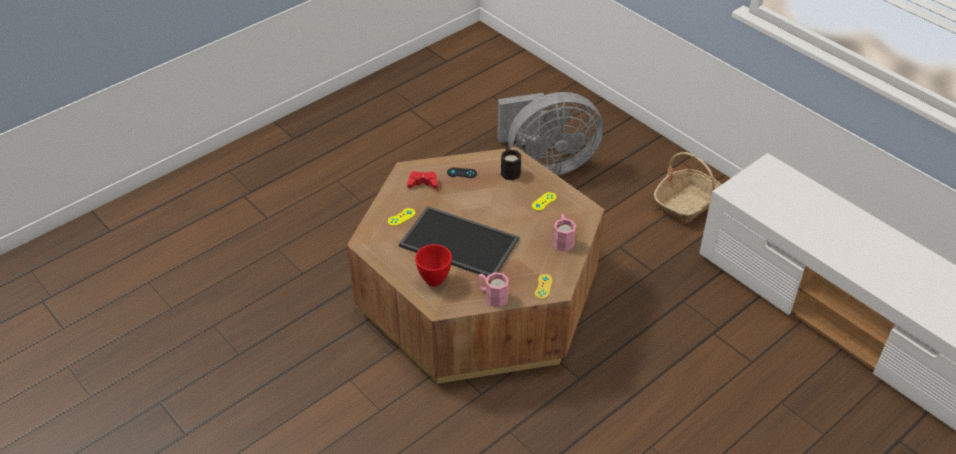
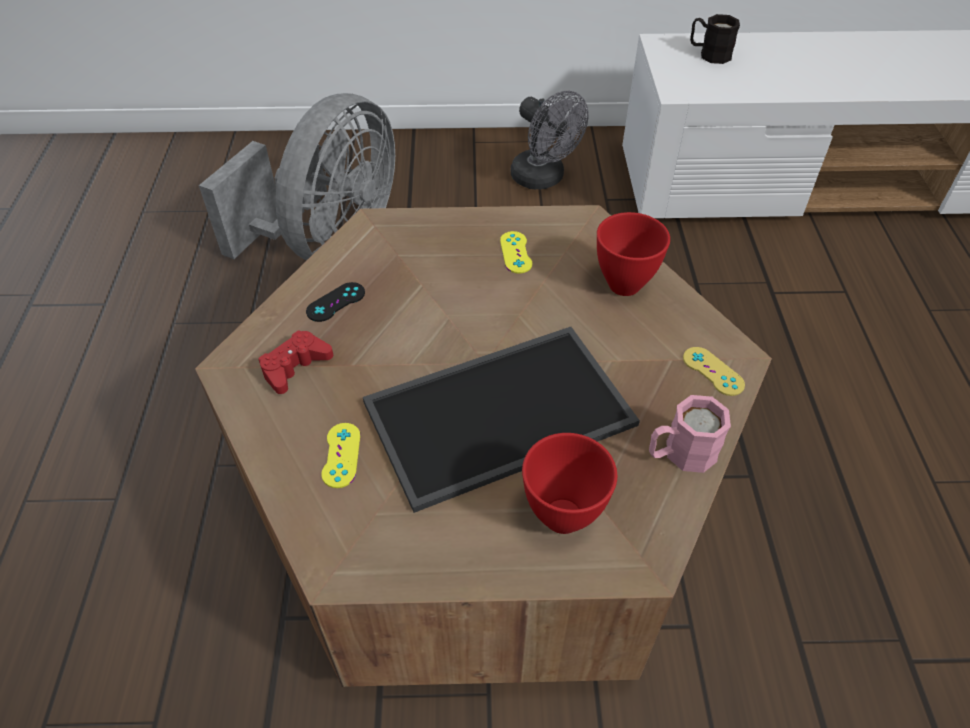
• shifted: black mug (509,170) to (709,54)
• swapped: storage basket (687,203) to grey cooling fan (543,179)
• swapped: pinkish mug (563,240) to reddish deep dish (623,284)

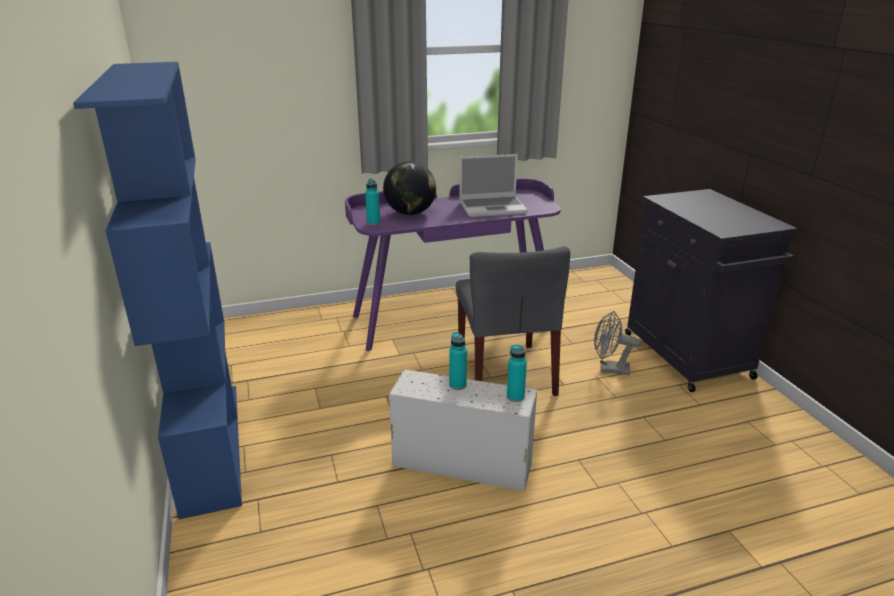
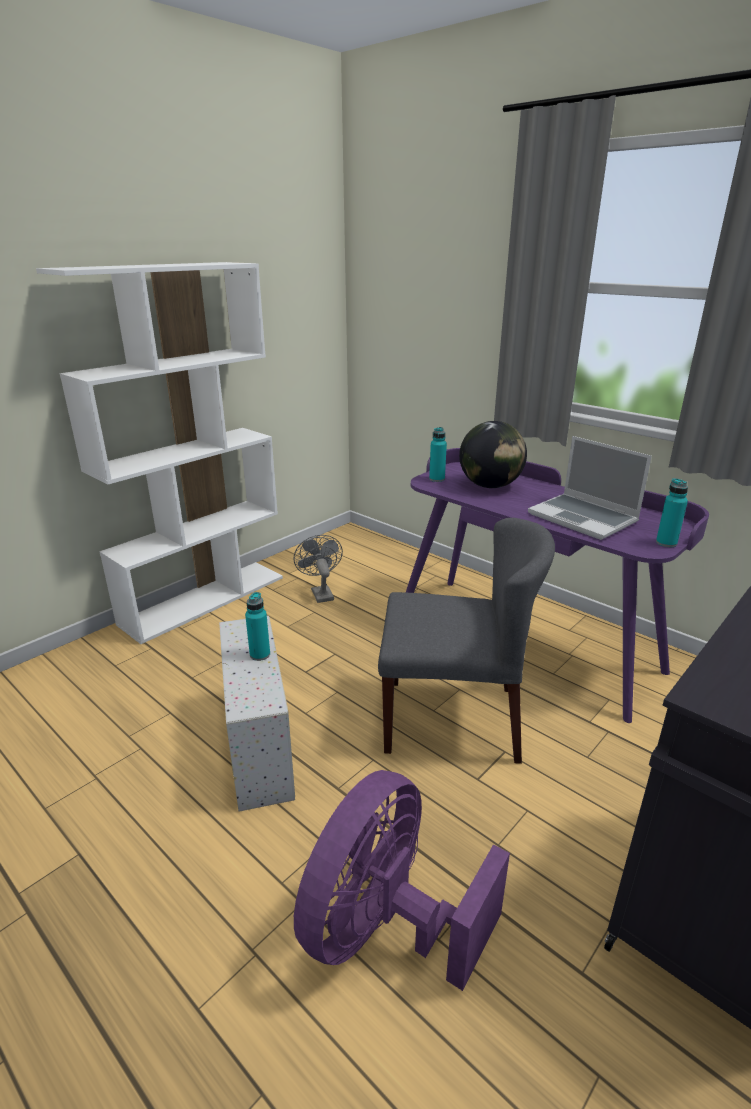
• repainted: bluish bookcase (209,444) to white-coloured bookcase (204,599)
• rotated: grey upright chair (505,373) = (452,719) 135 degrees counterclockwise
• shifted: grey cooling fan (609,369) to (320,593)
• shifted: turquoise bottle (515,397) to (666,543)
• new: purplish cooling fan (387,928)

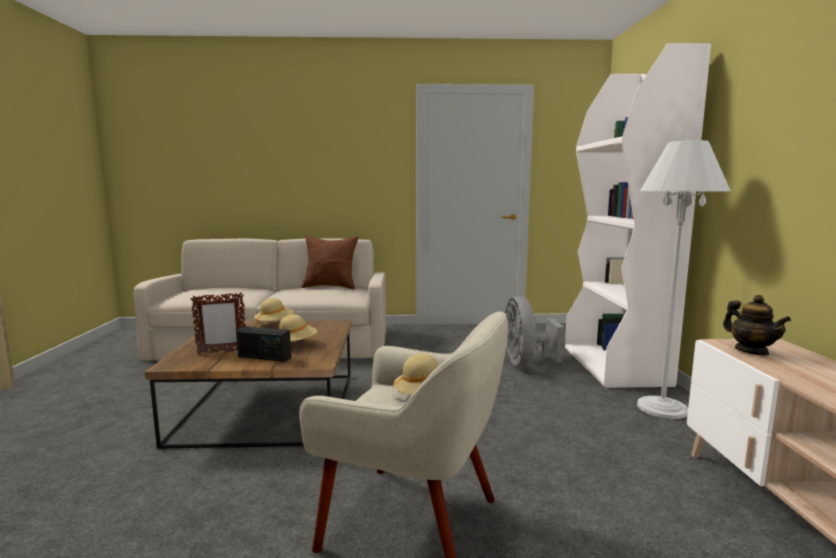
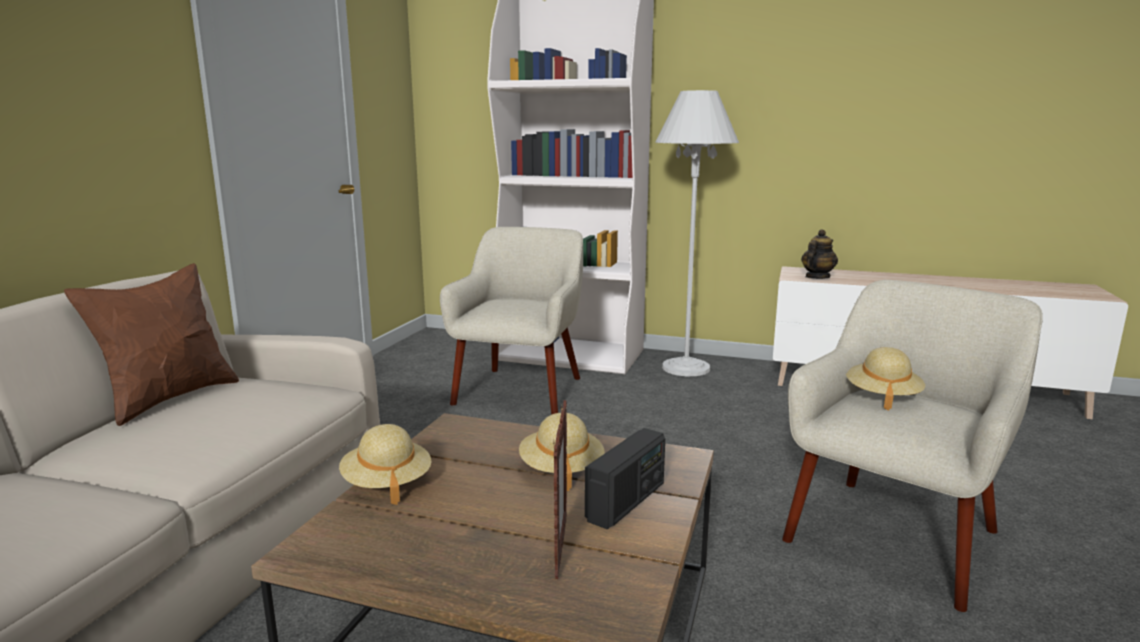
• rotated: tea pot (751,351) = (817,277) 45 degrees counterclockwise
• swapped: grey cooling fan (525,363) to beige-coloured lounge chair (521,390)

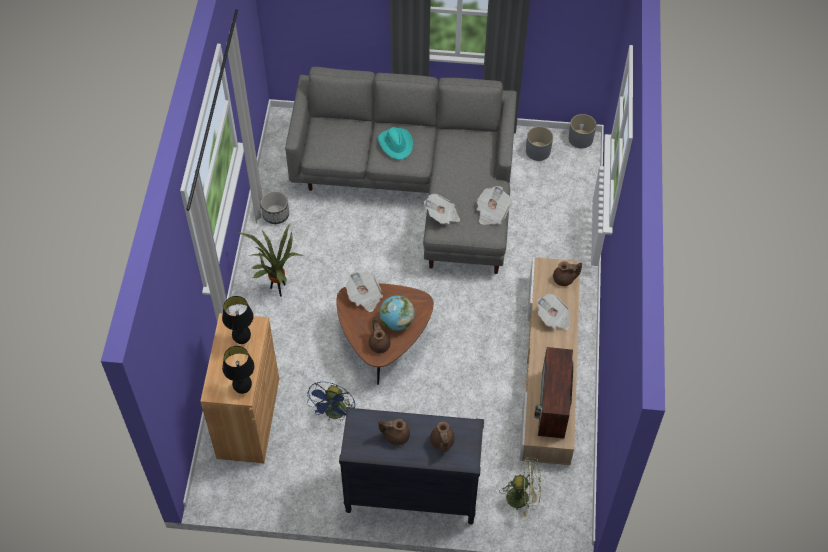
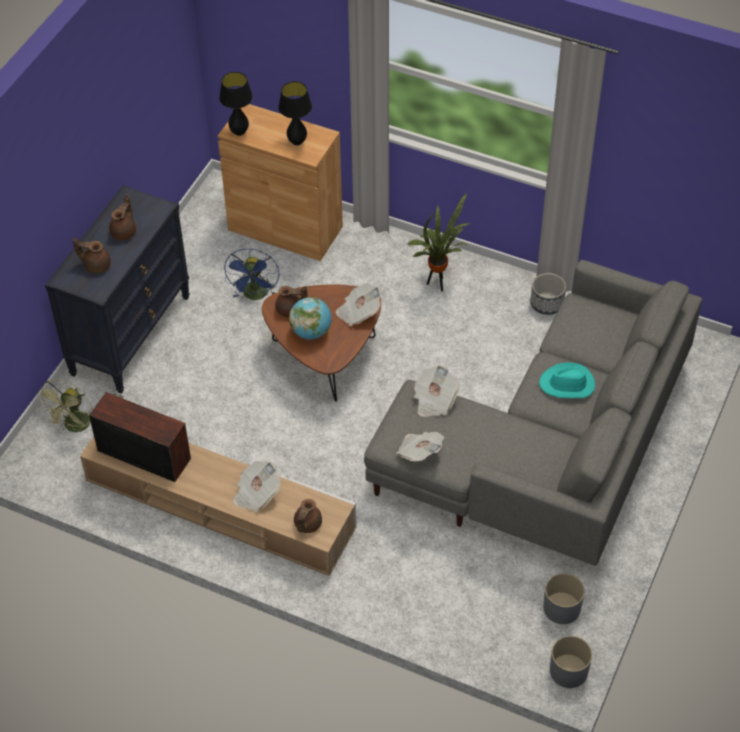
• rotated: bluish cooling fan (334,414) = (255,296) 120 degrees counterclockwise

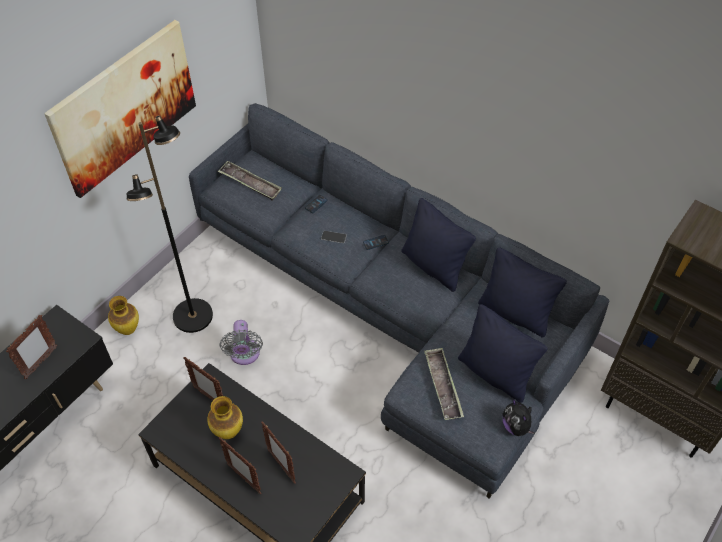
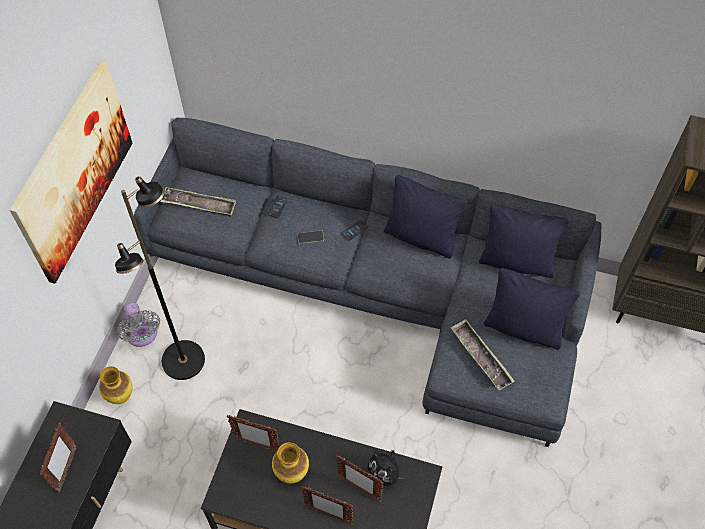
• shifted: grey cooling fan (244,355) to (142,336)
• shifted: plush toy (516,426) to (384,474)

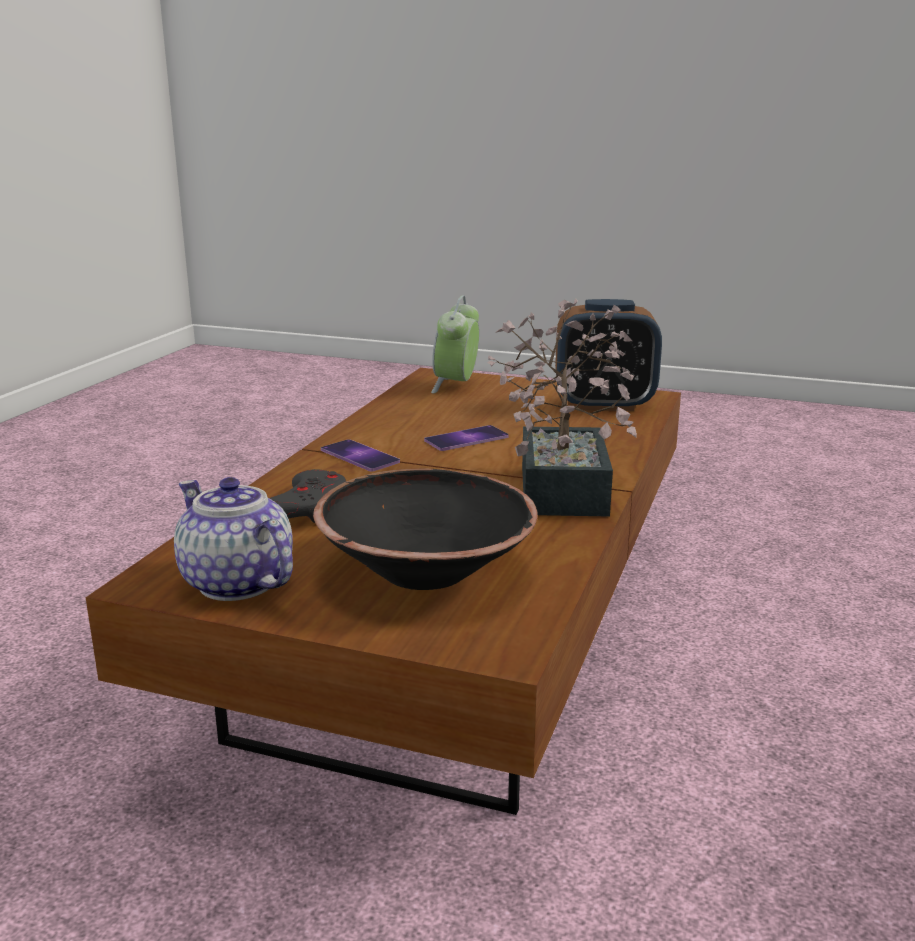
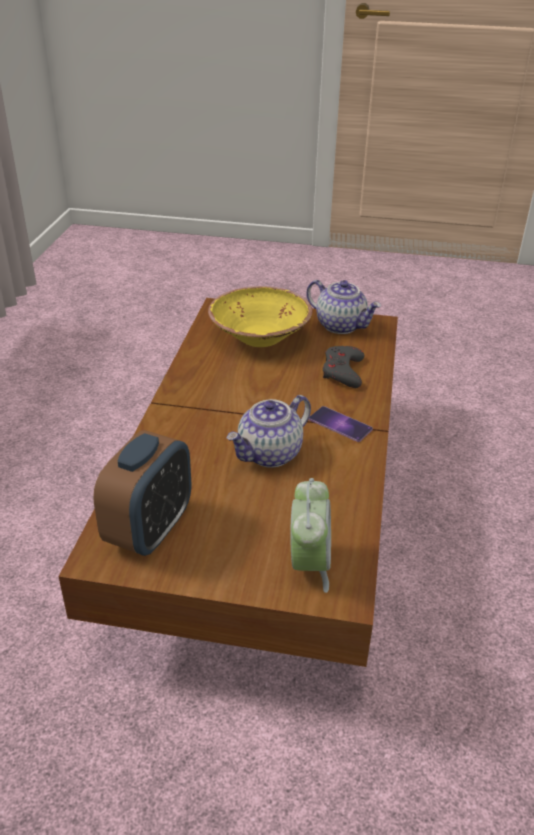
• gone: potted plant (564,484)
• rotated: bedside clock (604,405) = (149,530) 120 degrees clockwise
• swapped: phone (466,439) to tea pot (270,454)
• repainted: black deep dish (425,570) to yellow-coloured deep dish (260,337)

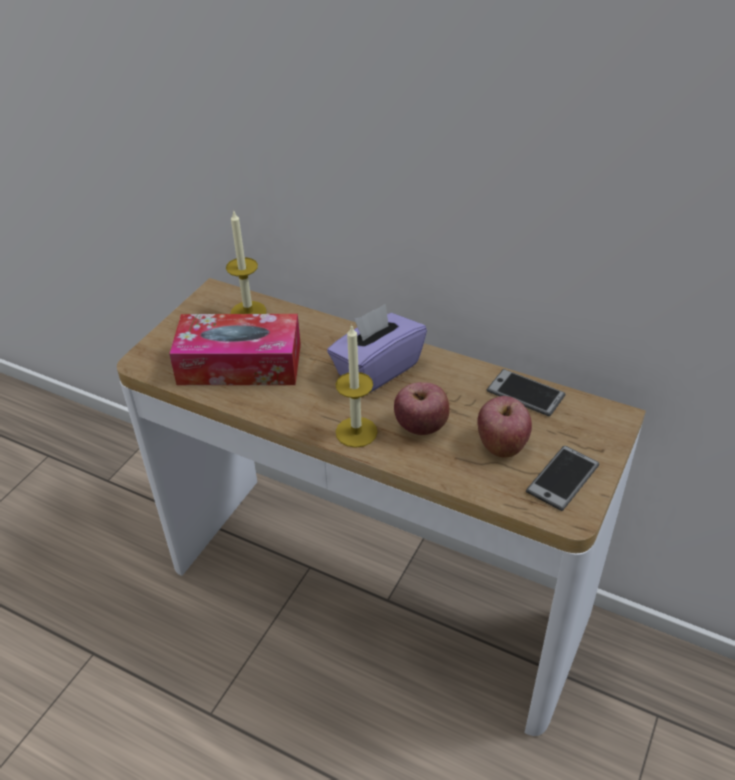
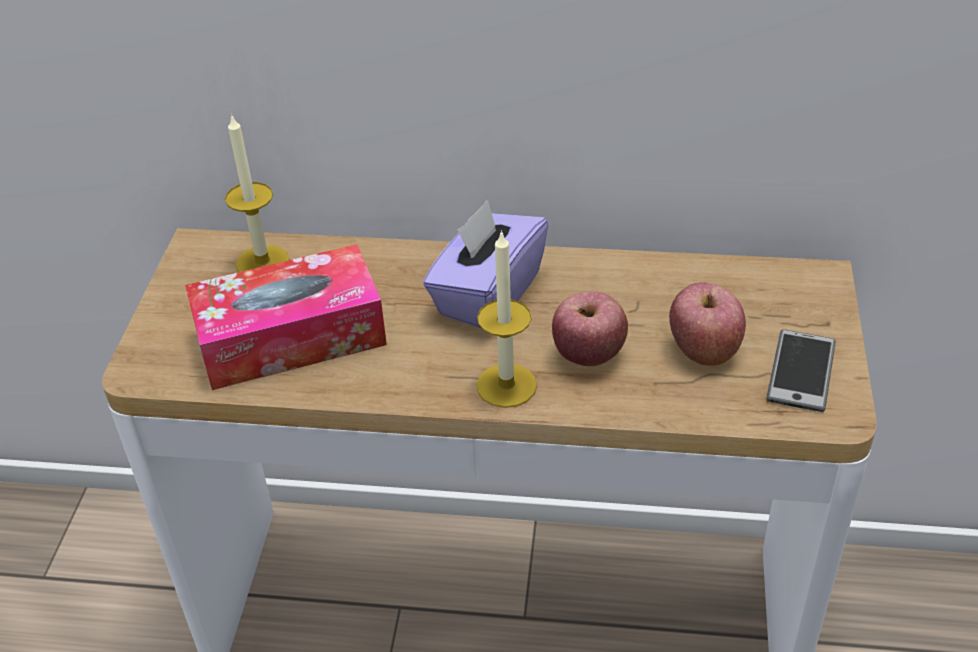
• gone: phone (525,393)

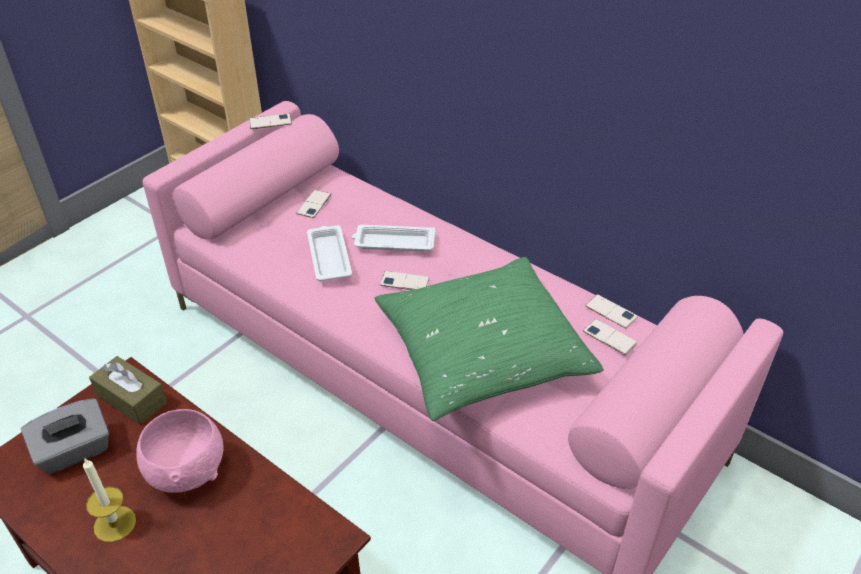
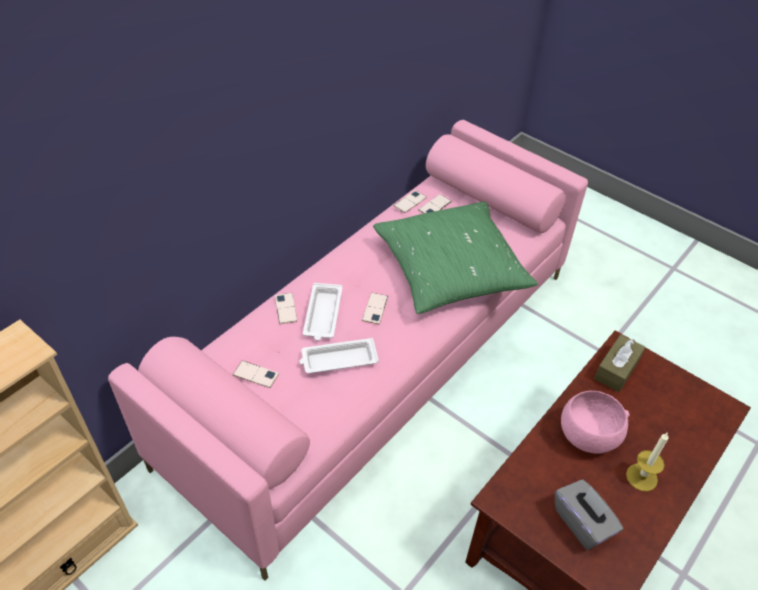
• shifted: phone (270,122) to (286,308)
• shifted: brownish tissue holder (131,399) to (616,369)

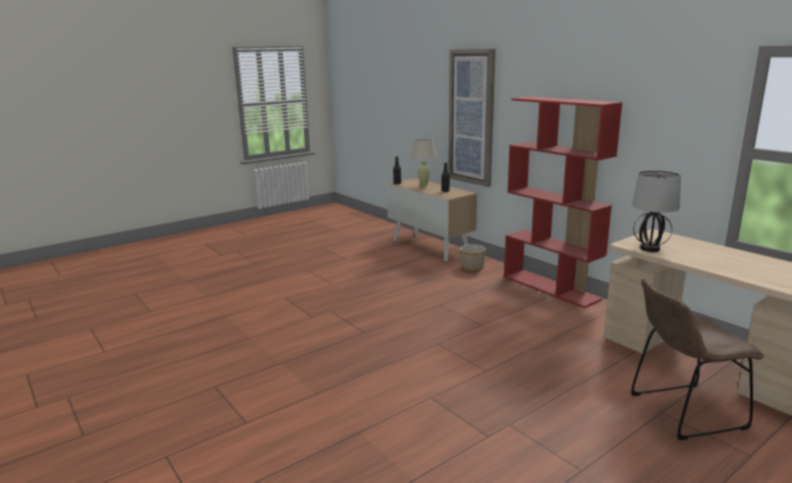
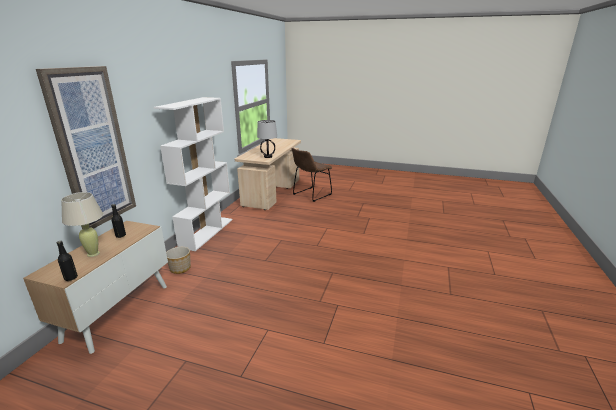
• repainted: reddish bookcase (551,288) to white-coloured bookcase (207,232)
• rotated: brownish upright chair (682,412) = (311,195) 90 degrees clockwise

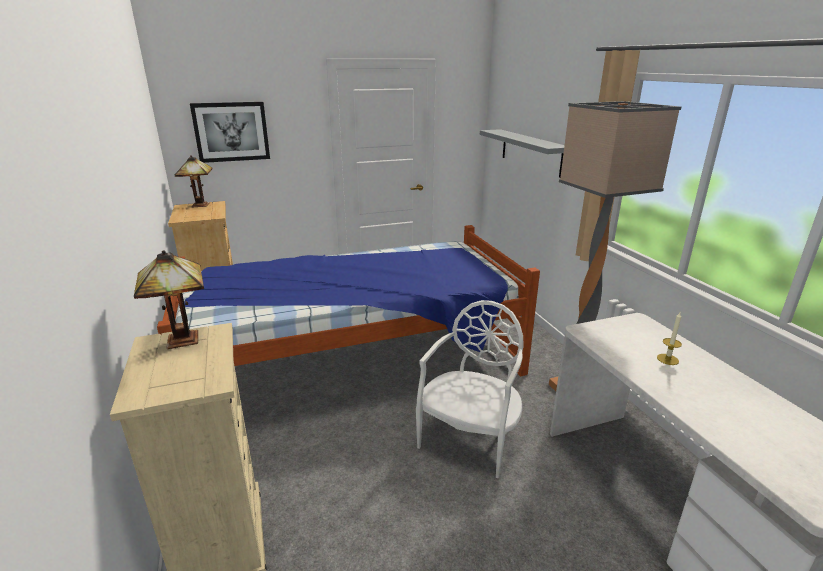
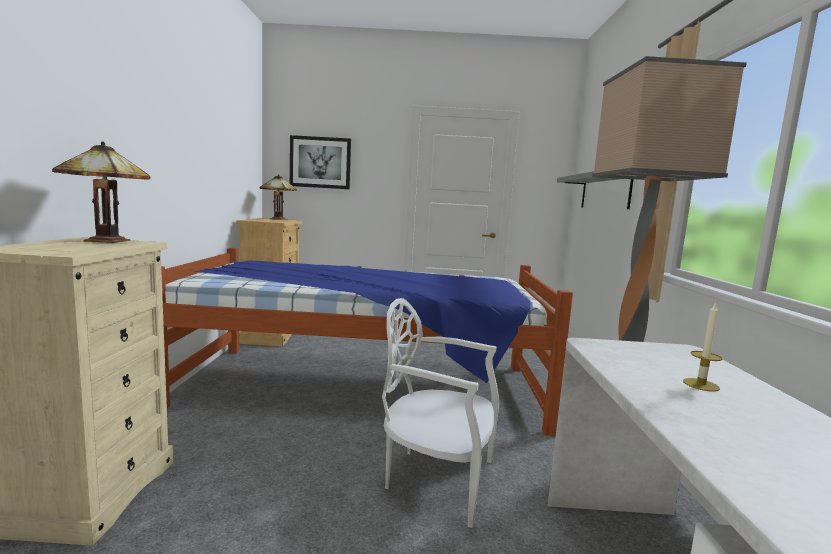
• rotated: white-coloured upright chair (470,439) = (437,479) 120 degrees counterclockwise

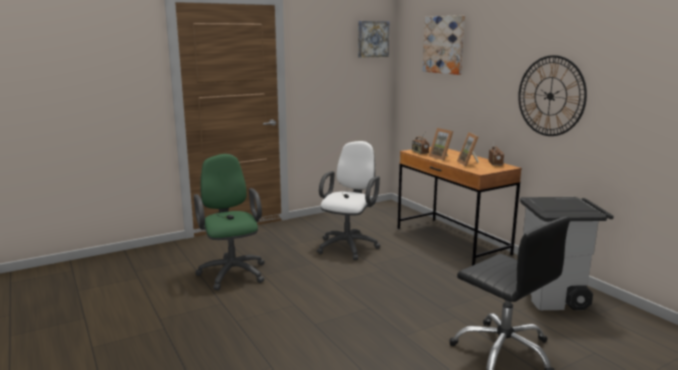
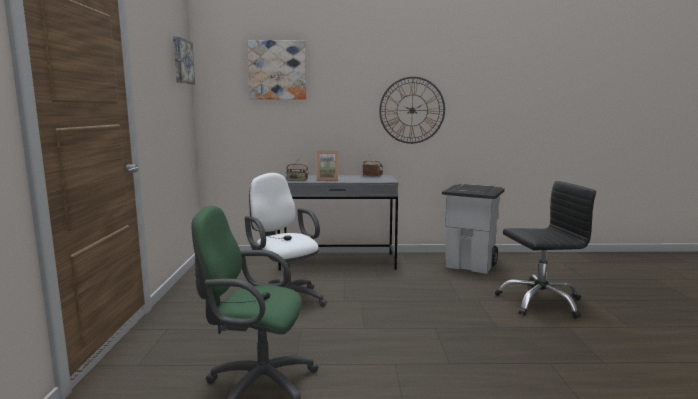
• gone: photo frame (469,163)
• repainted: brownish desk unit (451,241) to grey desk unit (338,261)

